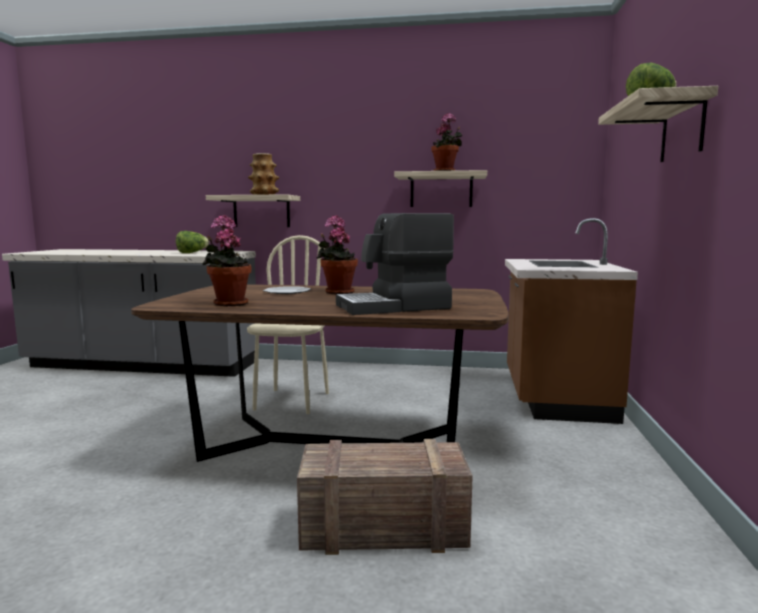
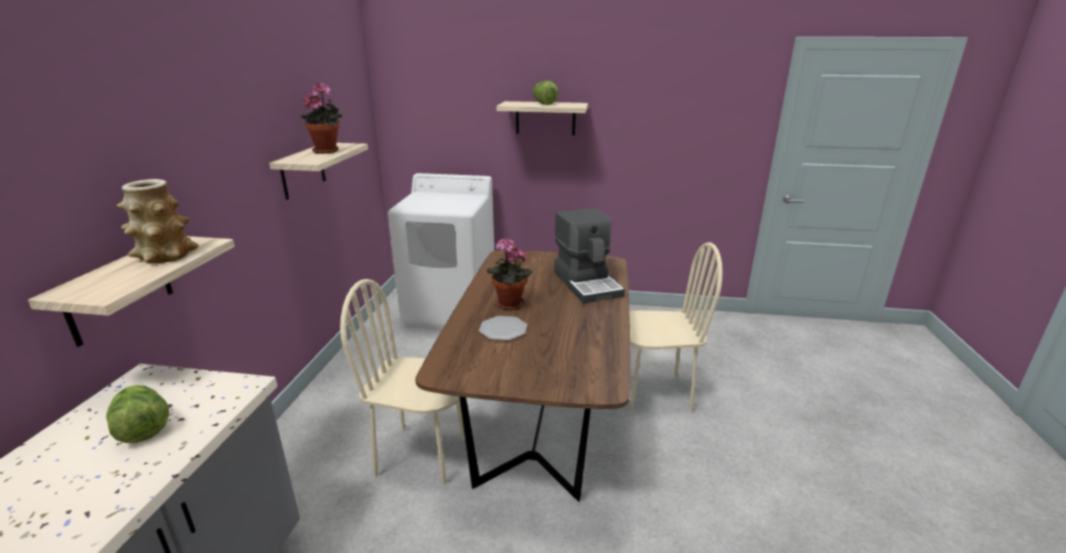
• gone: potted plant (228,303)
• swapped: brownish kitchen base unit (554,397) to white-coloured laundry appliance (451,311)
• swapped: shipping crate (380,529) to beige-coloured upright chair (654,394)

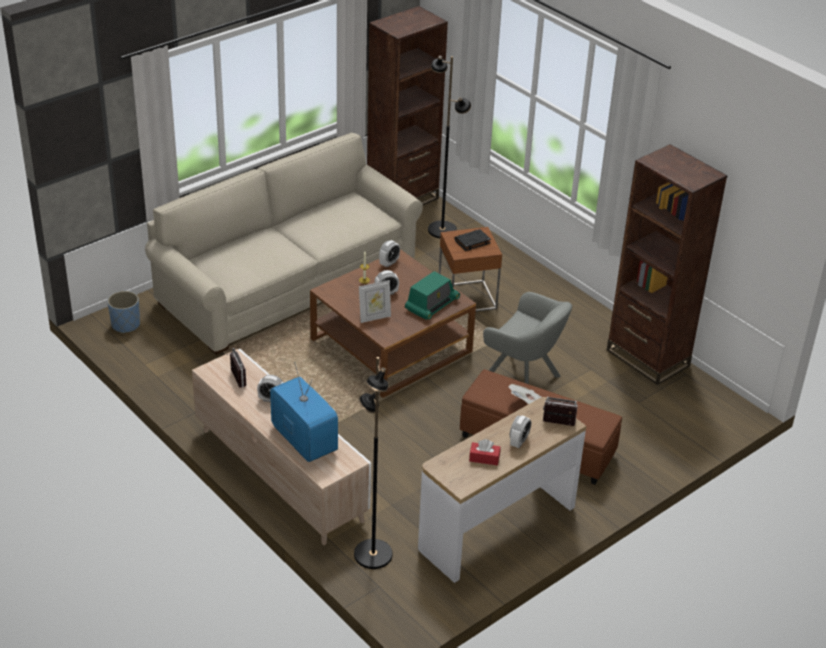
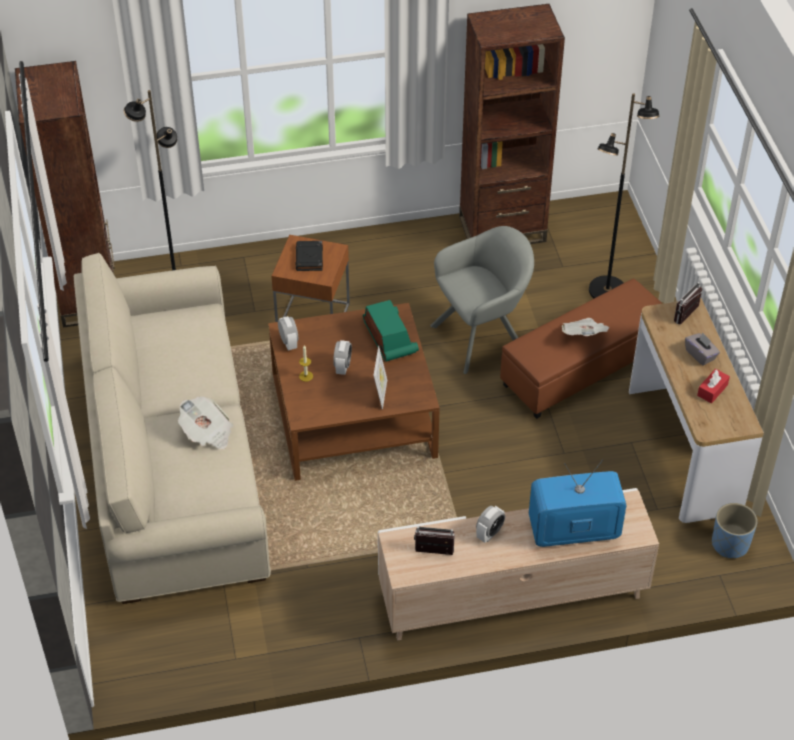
• shifted: bluish flower pot (125,325) to (730,544)
• shifted: black standing lamp (372,555) to (607,291)
• swapped: bedside clock (519,442) to grey tissue holder (700,355)
• new: daily paper (207,433)

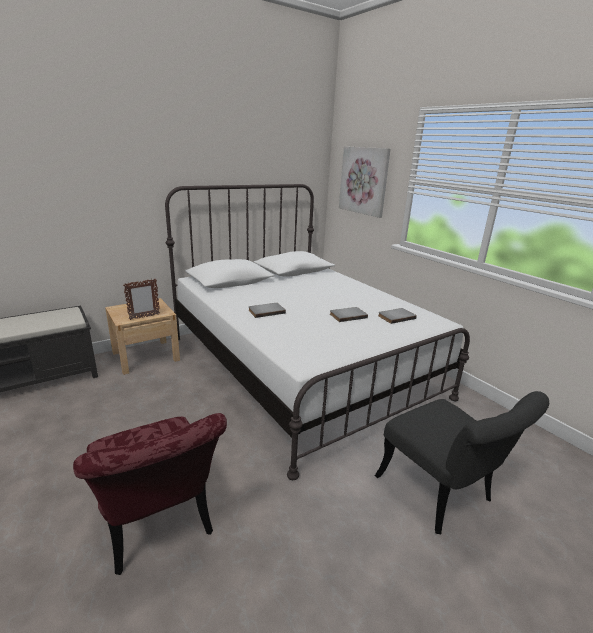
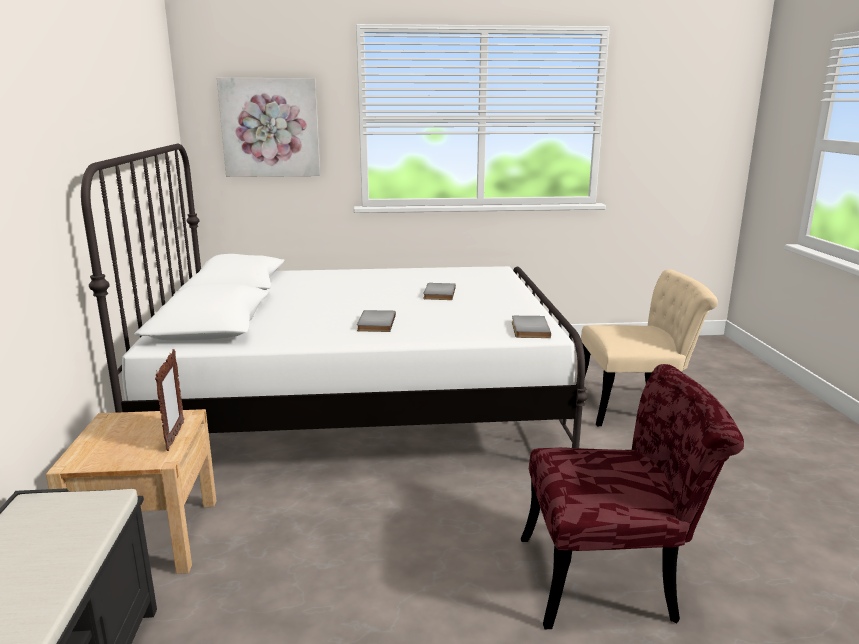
• shifted: grey bound book (395,316) to (528,329)
• repainted: black upright chair (442,496) to beige-coloured upright chair (637,406)

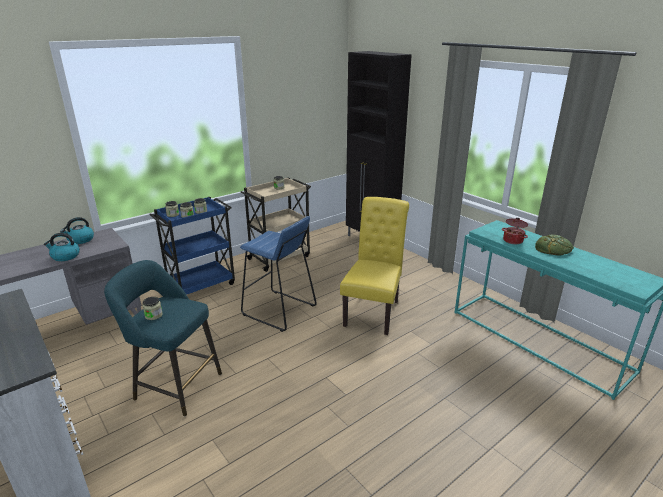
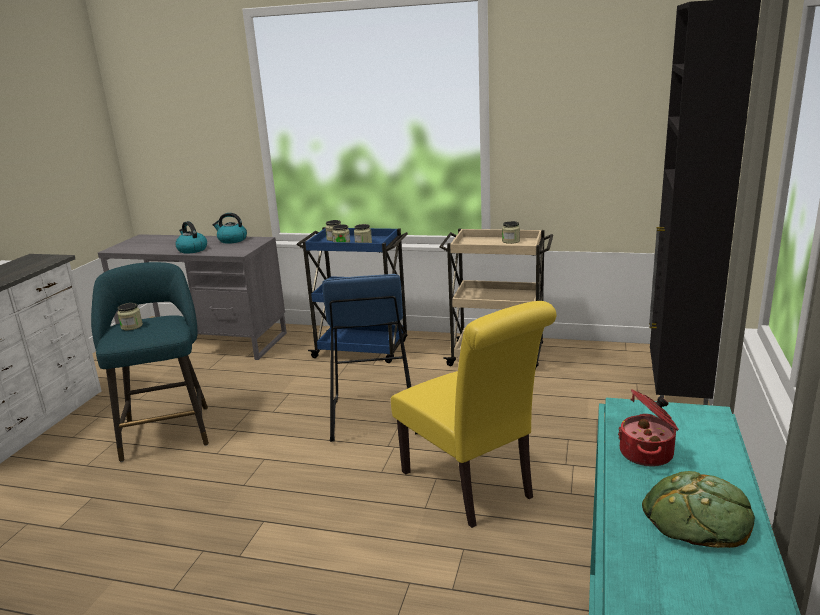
• rotated: yellow-coloured upright chair (373,311) = (472,487) 75 degrees clockwise

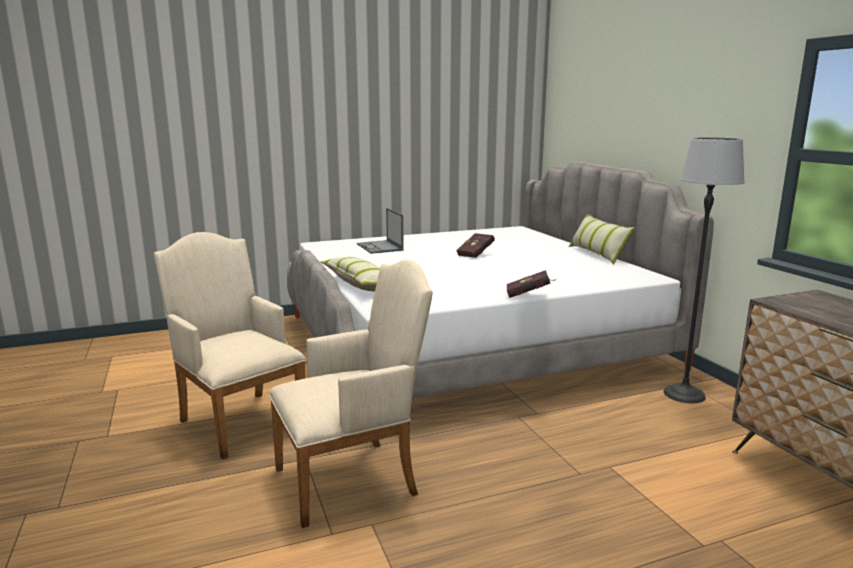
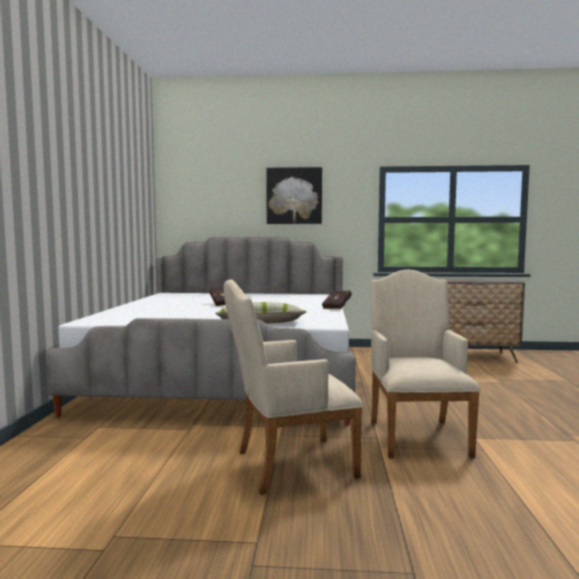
• gone: standing lamp (683,394)
• gone: laptop (380,247)
• gone: throw pillow (597,254)
• new: wall picture (294,196)

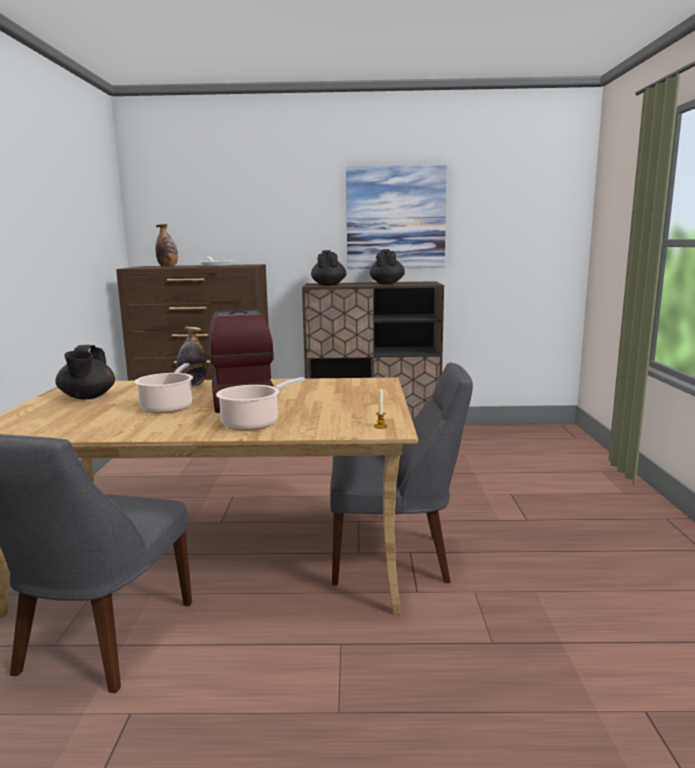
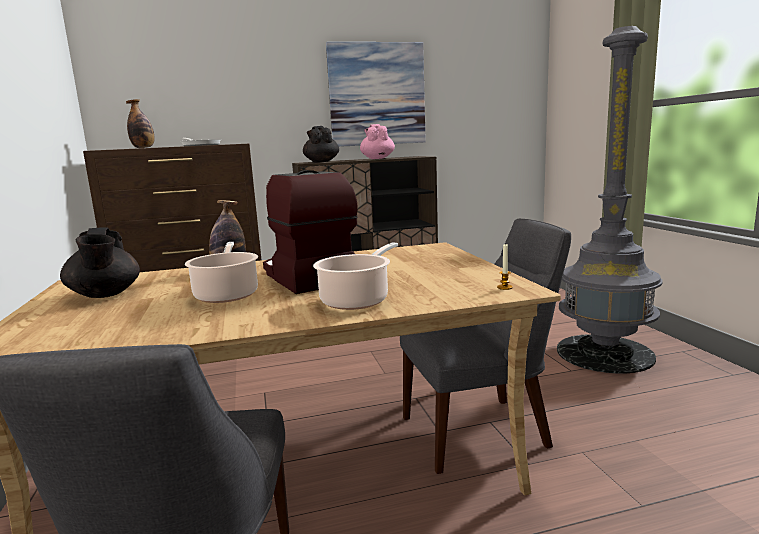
• repainted: black tea pot (387,283) to pinkish tea pot (377,158)
• new: grey standing lamp (604,353)

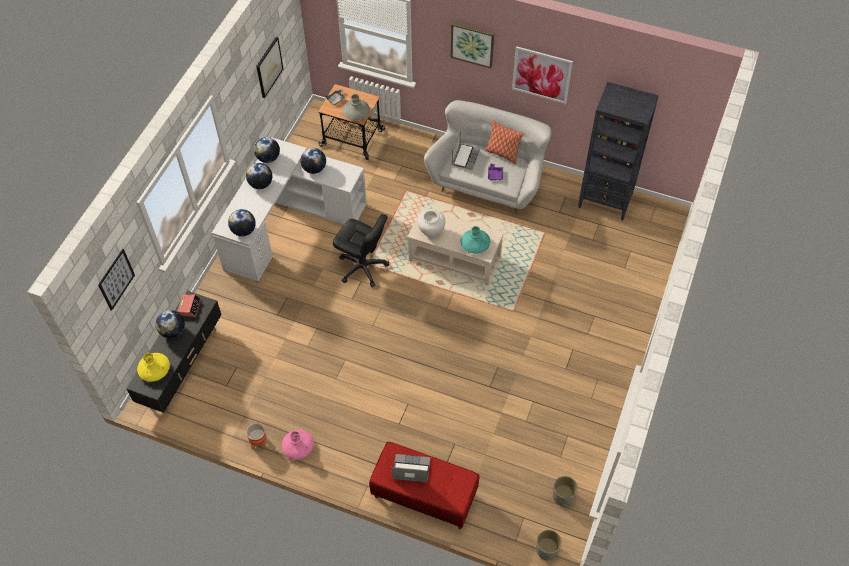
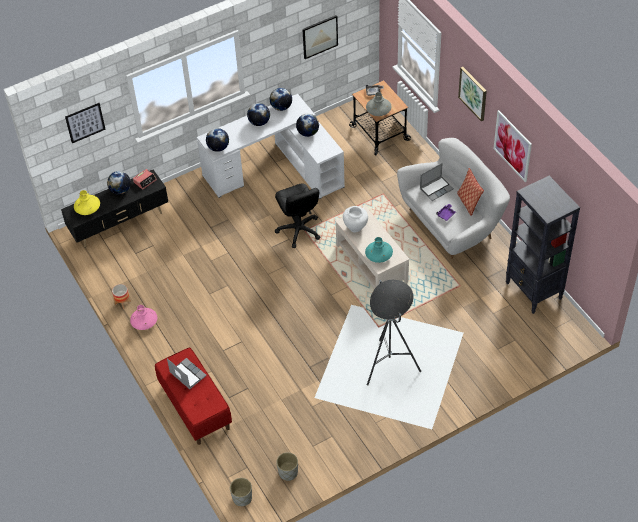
• new: white-coloured standing lamp (390,364)

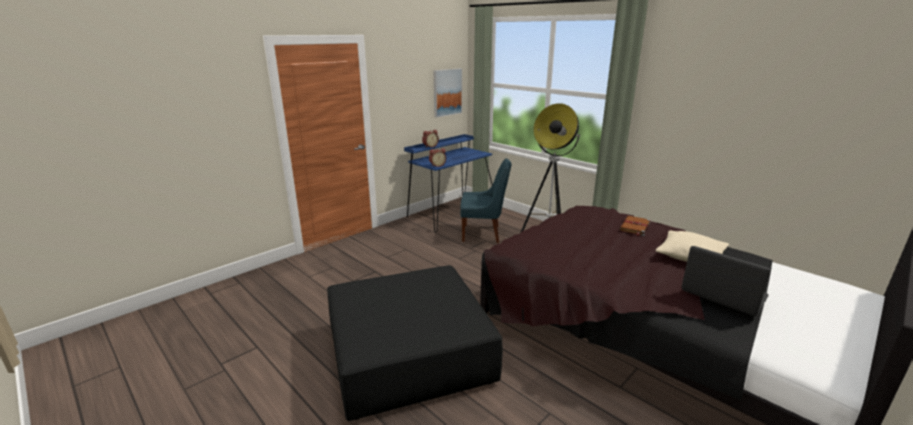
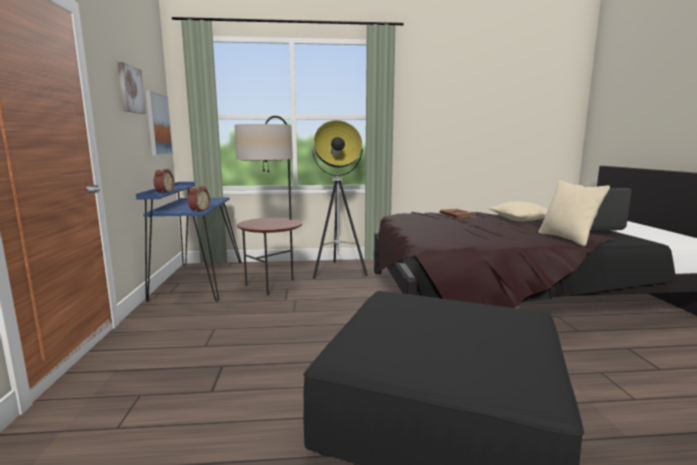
• swapped: bluish upright chair (483,234) to standing lamp (272,285)
• new: wall picture (130,89)
• new: beige-coloured throw pillow (567,239)

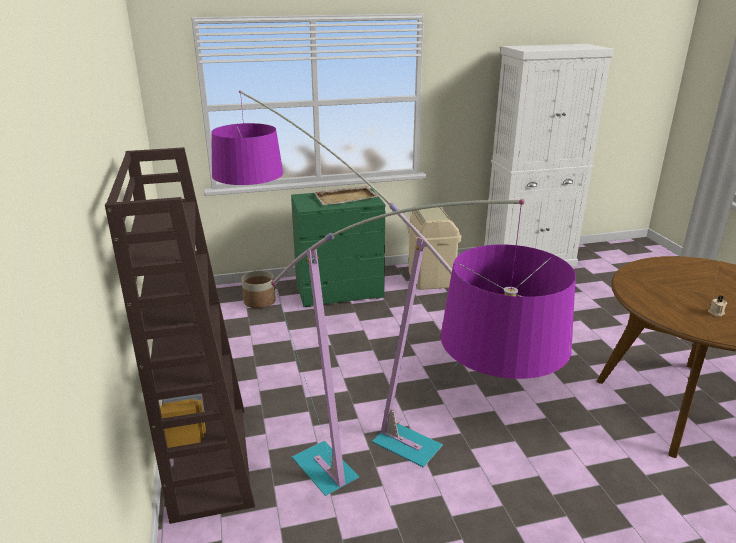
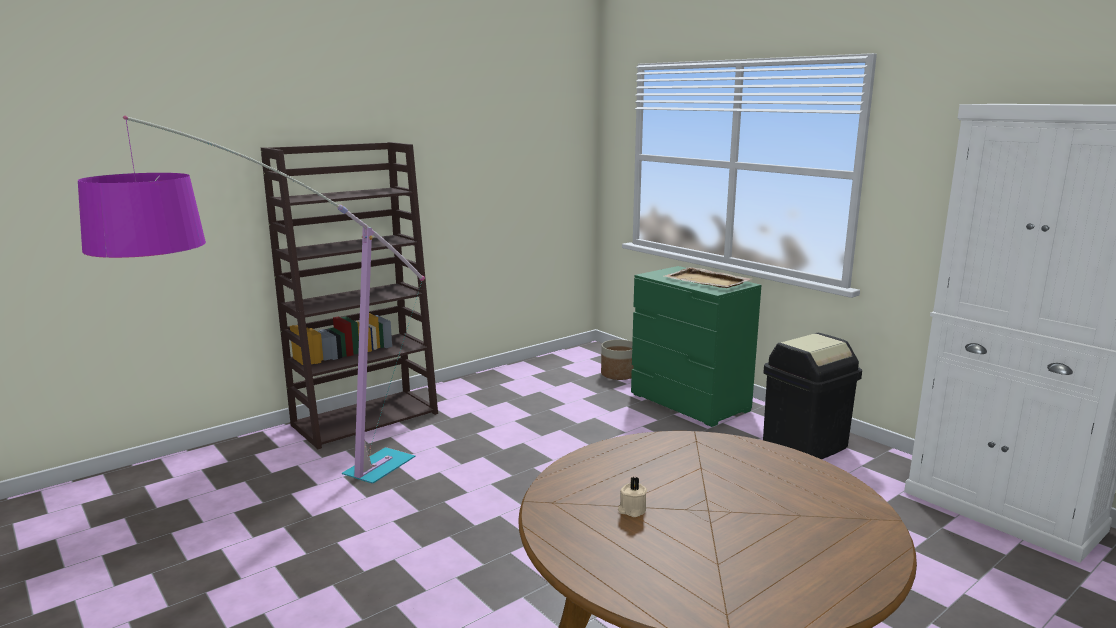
• gone: standing lamp (324,403)
• repainted: beige-coloured trash can (430,279) to black trash can (804,445)

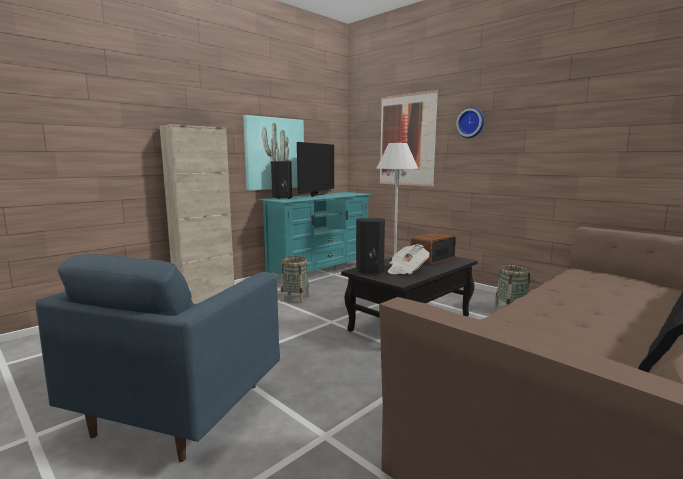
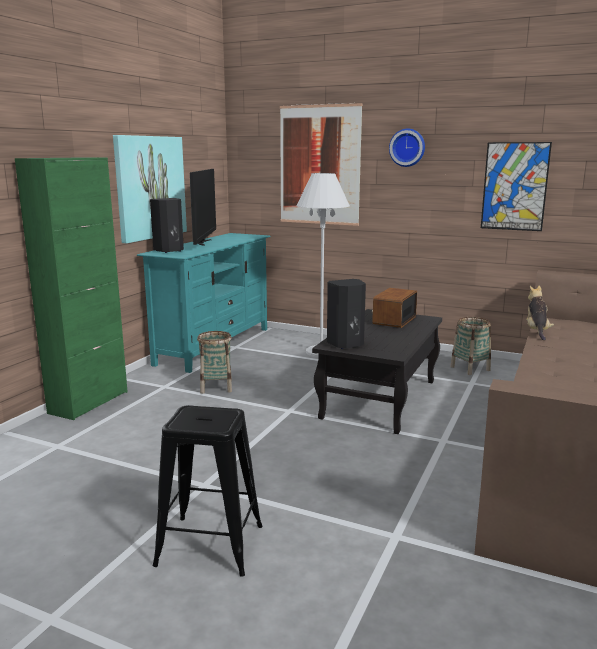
• repainted: beige-coloured cupboard (205,297) to greenish cupboard (89,402)
• gone: daily paper (406,270)
• swapped: bluish lounge chair (180,409) to black stool (210,545)
• new: wall picture (514,186)
• new: plush toy (536,331)

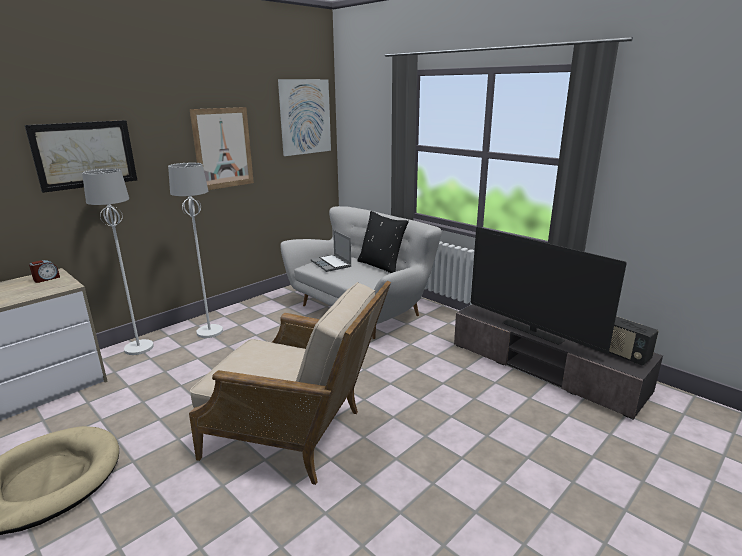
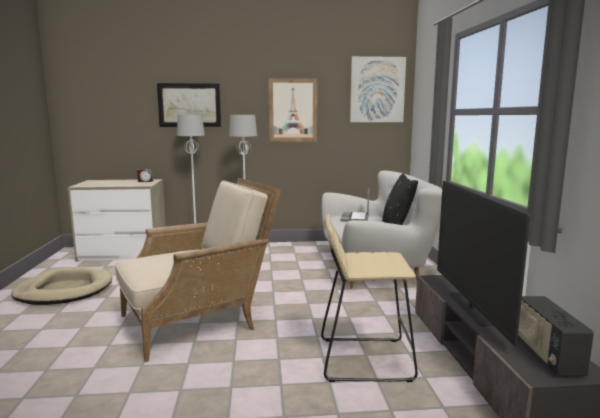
• rotated: beige-coloured lounge chair (297,435) = (199,320) 90 degrees counterclockwise
• new: beige-coloured stool (364,358)

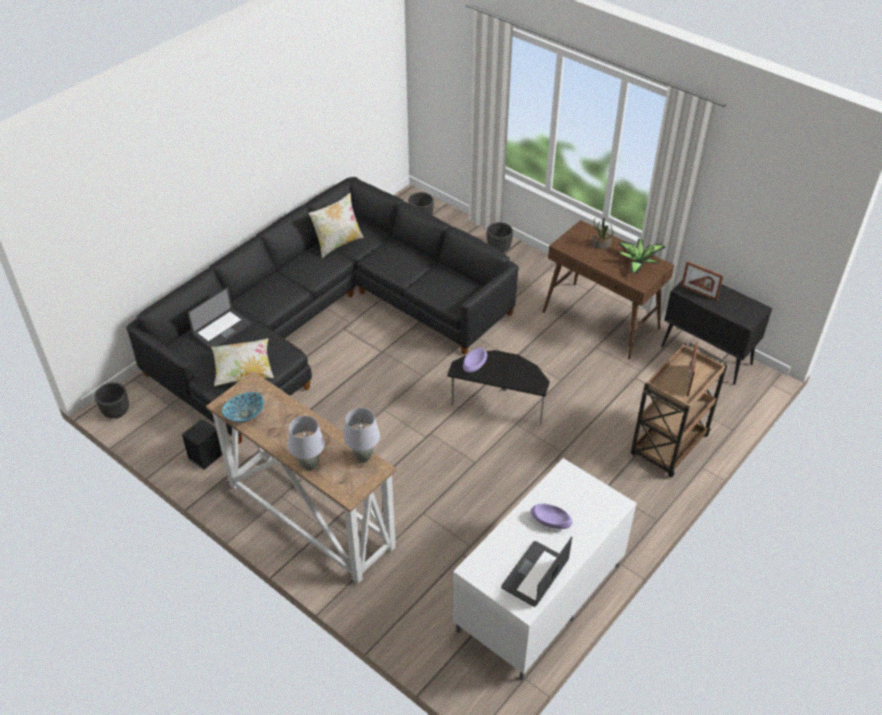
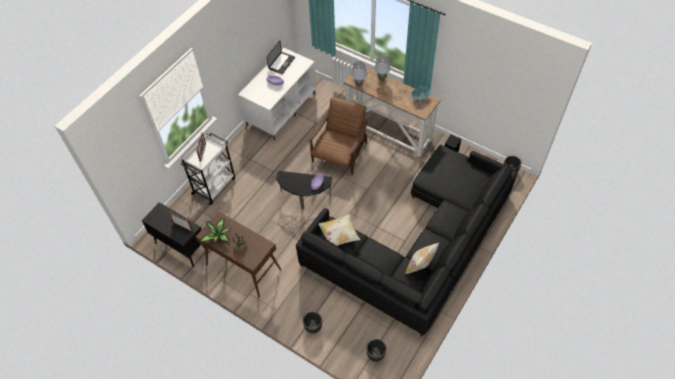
• gone: laptop (222,330)
• shifted: throw pillow (244,372) to (339,235)
• repainted: brownish wheeled cart (668,446) to white-coloured wheeled cart (214,185)
• new: brownish lounge chair (339,154)

